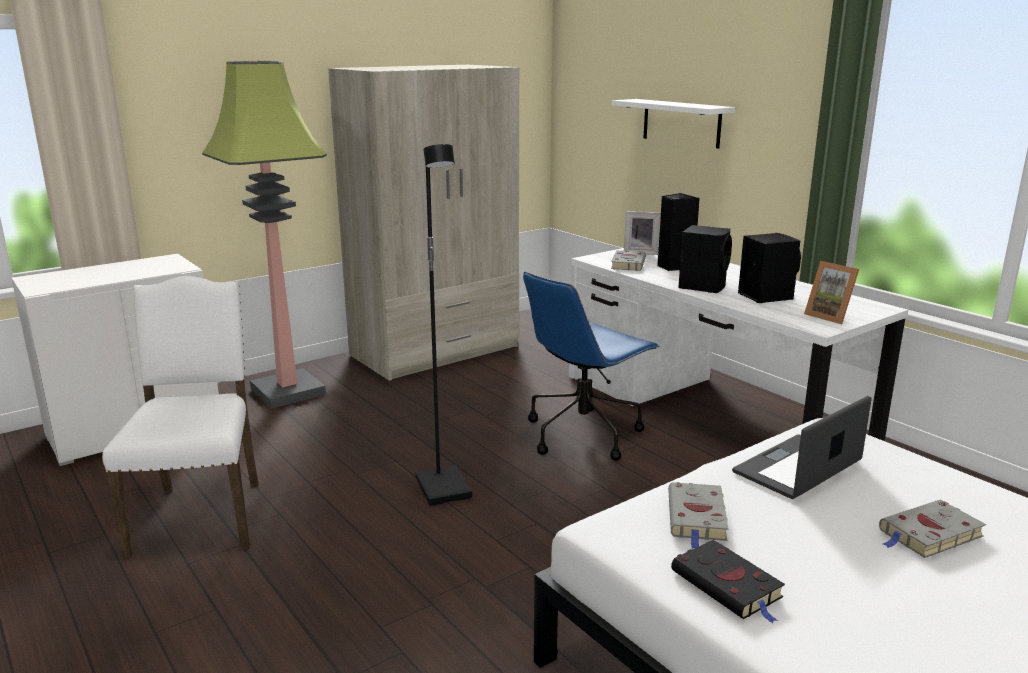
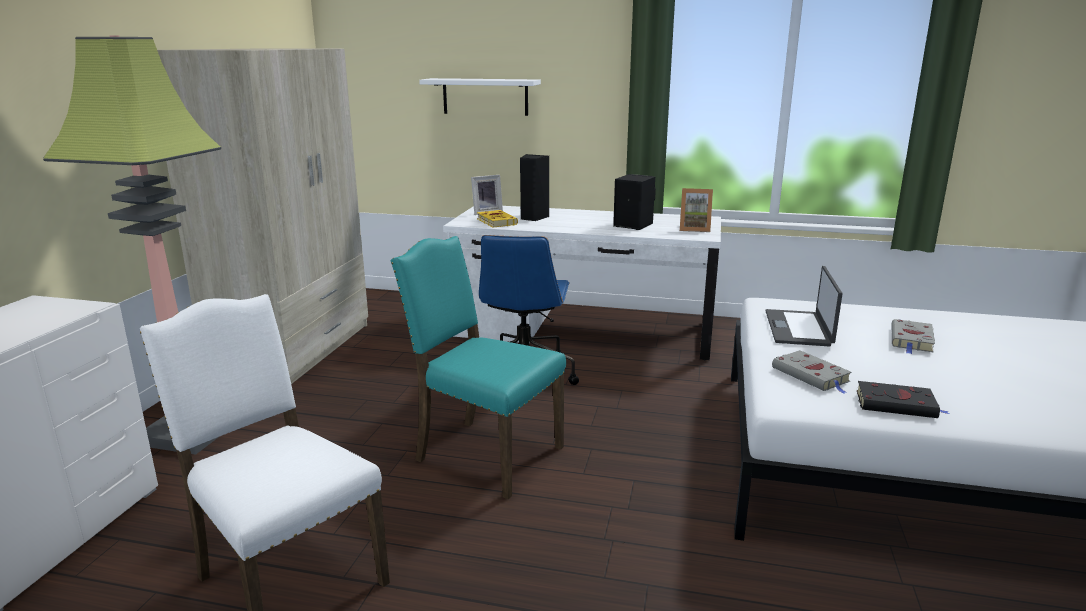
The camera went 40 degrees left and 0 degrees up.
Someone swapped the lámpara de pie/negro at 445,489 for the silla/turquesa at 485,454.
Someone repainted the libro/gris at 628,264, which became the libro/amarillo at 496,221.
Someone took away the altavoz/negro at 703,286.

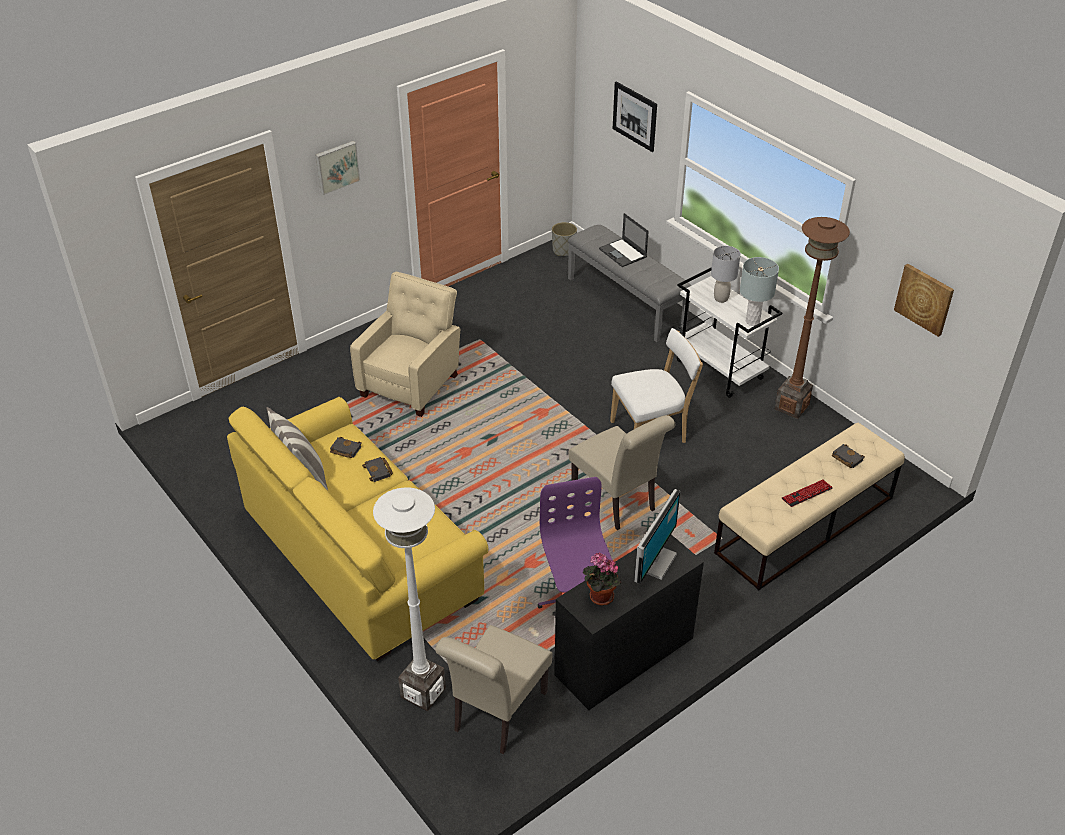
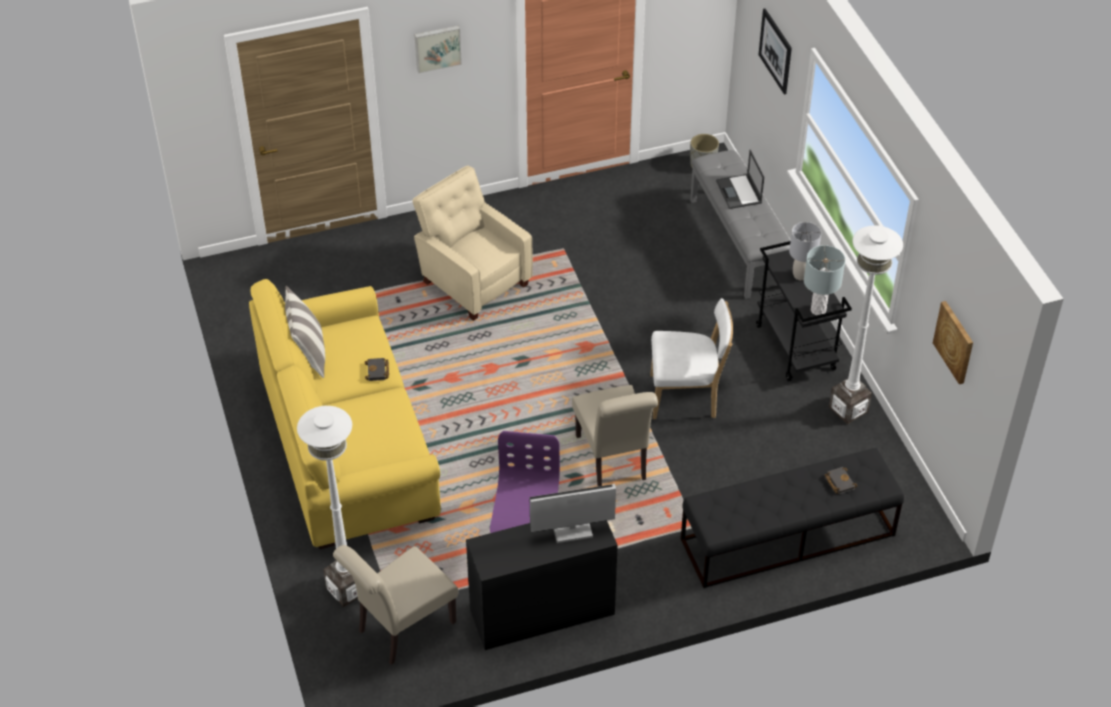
The camera went 20 degrees right and 5 degrees up.
Someone rotated the sillón/beis at 412,383 by 90 degrees counterclockwise.
Someone rotated the monitor at 654,561 by 150 degrees counterclockwise.
Someone repainted the banco/beis at 804,525, which became the banco/negro at 787,537.
Someone repainted the carrito/blanco at 720,370, which became the carrito/negro at 796,348.
Someone repainted the lámpara de pie/marrón at 791,407, which became the lámpara de pie/blanco at 848,409.
Someone took away the libro/negro at 344,450.
Someone took away the planta en maceta at 599,597.
Someone took away the teclado at 807,494.

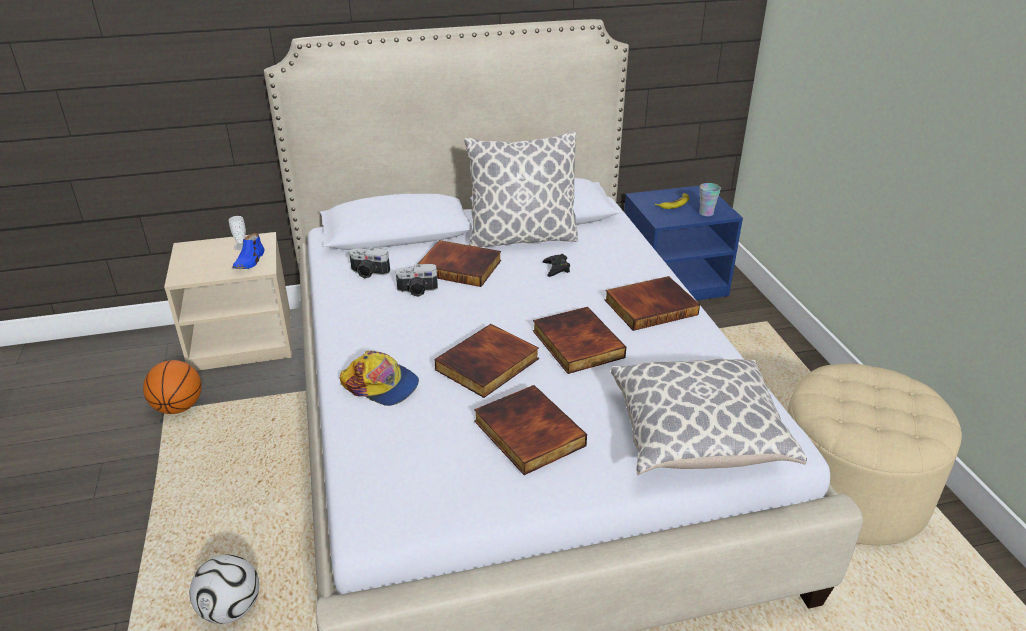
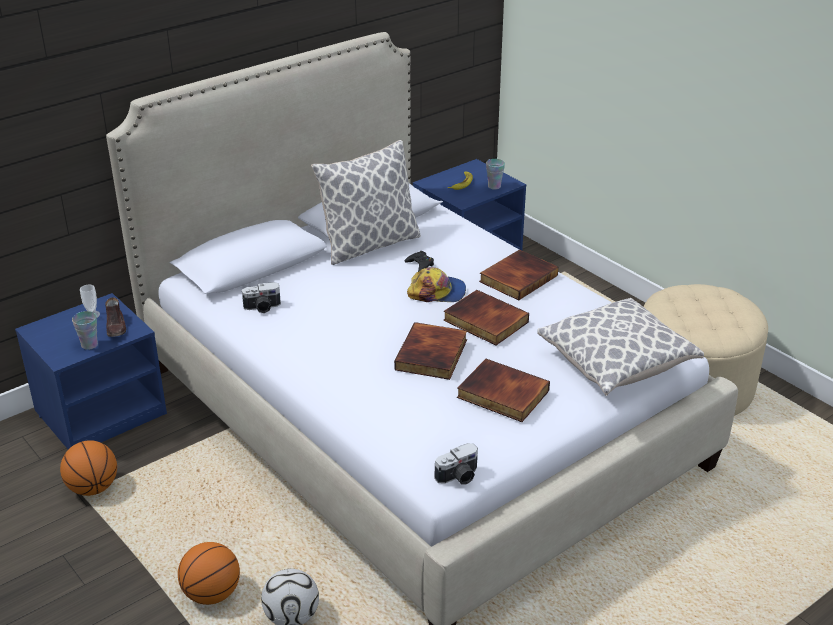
The camera went 25 degrees left and 0 degrees up.
Someone repainted the mesita de noche/beis at 243,340, which became the mesita de noche/azul at 101,412.
Someone put down the taza at 89,345.
Someone repainted the zapato/azul at 250,261, which became the zapato/marrón at 116,326.
Someone put down the balón de baloncesto at 211,594.
Someone carried the gorra from 381,385 to 437,292.
Someone carried the cámara from 417,291 to 459,477.
Someone took away the libro at 461,267.

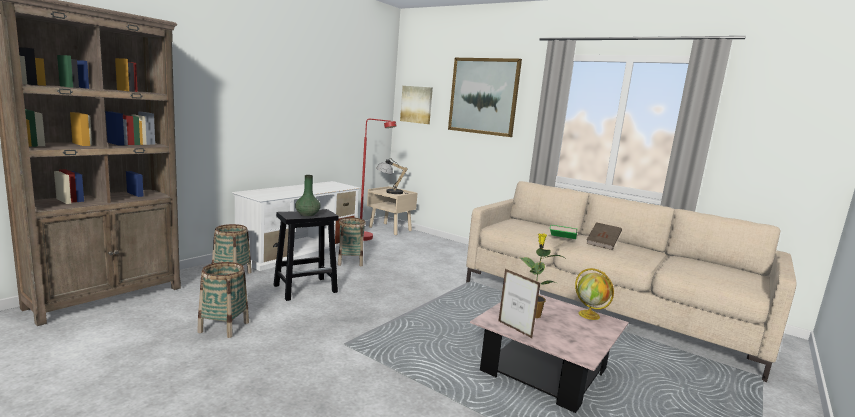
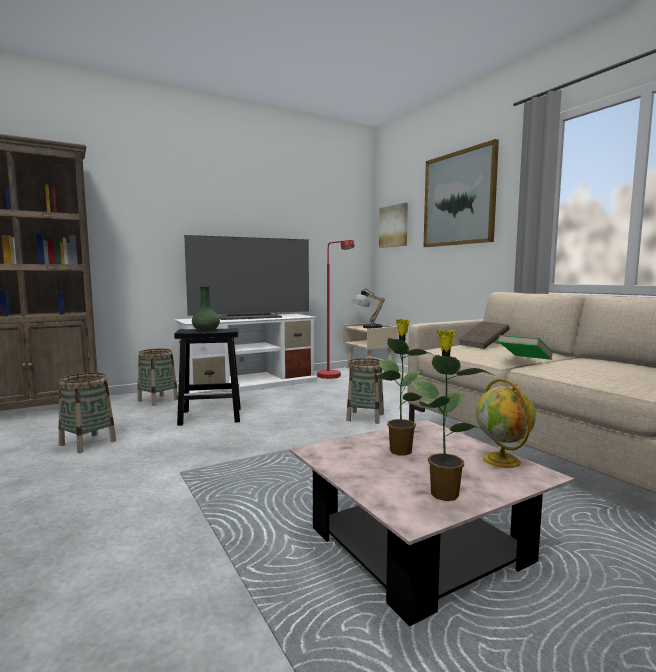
The camera went 25 degrees right and 5 degrees down.
Someone put down the televisor at 249,317.
Someone carried the cesta from 350,262 to 365,417.
Someone put down the planta en maceta at 443,493.
Someone carried the libro/marrón from 602,244 to 483,345.
Someone took away the portarretratos at 514,329.

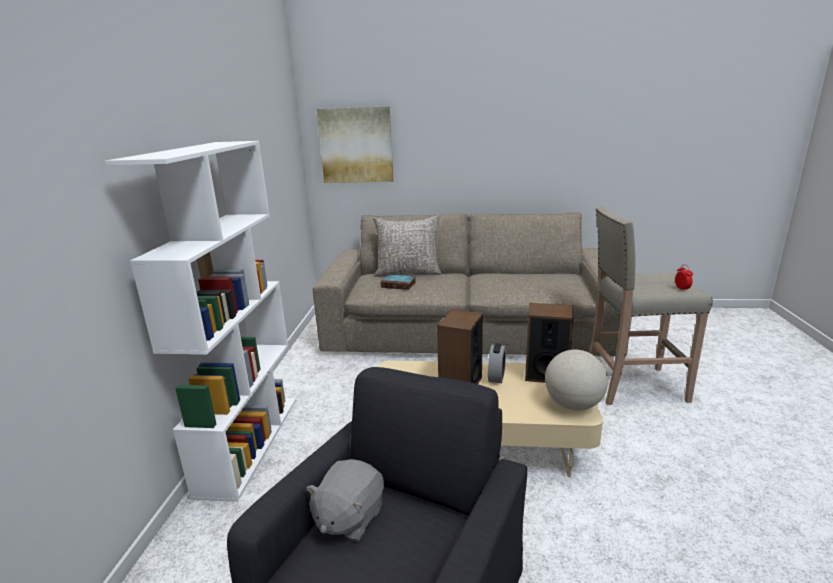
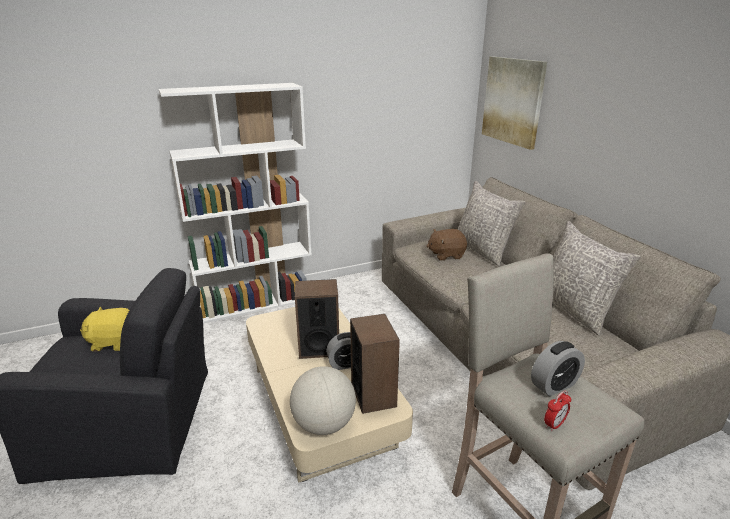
The camera went 60 degrees right and 5 degrees up.
Someone repainted the peluche/gris at 349,518, which became the peluche/amarillo at 113,342.
Someone swapped the libro at 399,284 for the peluche/marrón at 446,255.
Someone put down the despertador at 554,385.
Someone put down the cojín/gris at 574,309.

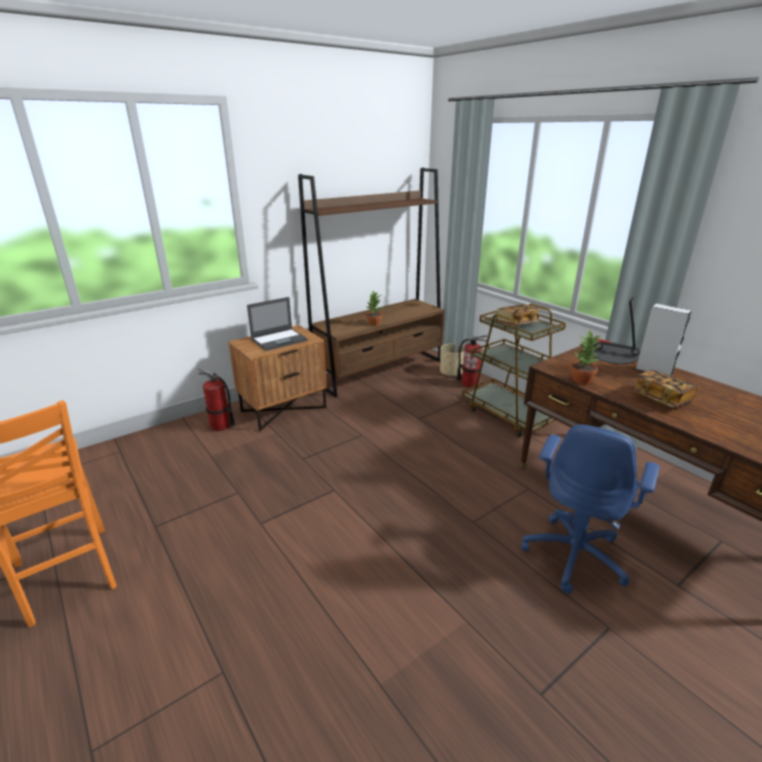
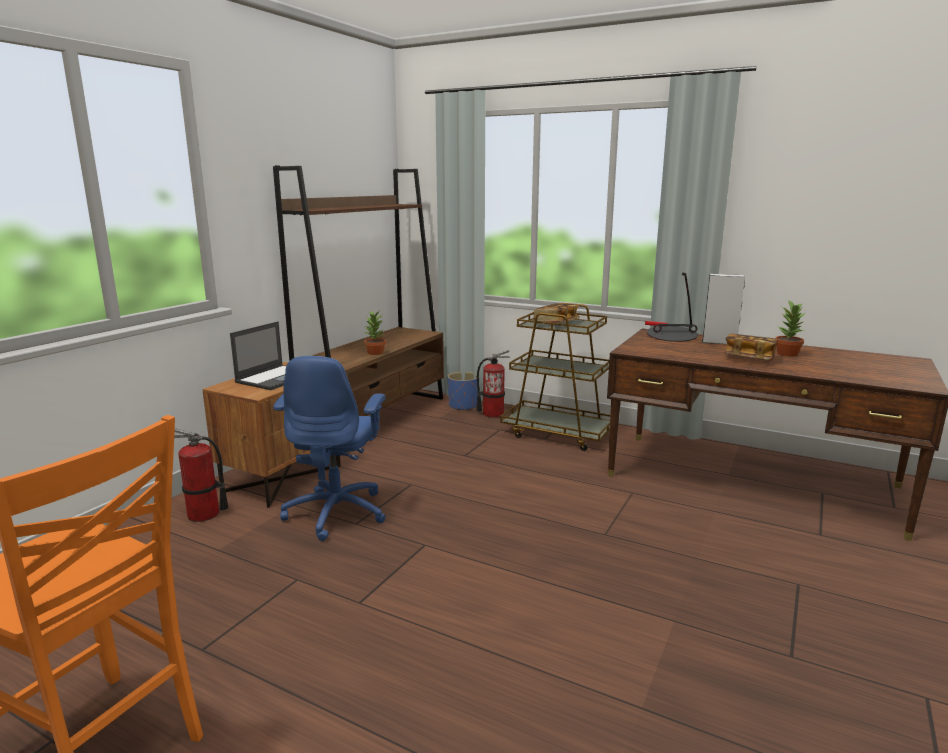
The camera went 25 degrees left and 10 degrees down.
Someone carried the silla de oficina/azul from 575,555 to 337,512.
Someone repainted the maceta/beis at 451,372, which became the maceta/azul at 463,406.
Someone carried the planta en maceta from 582,380 to 787,354.

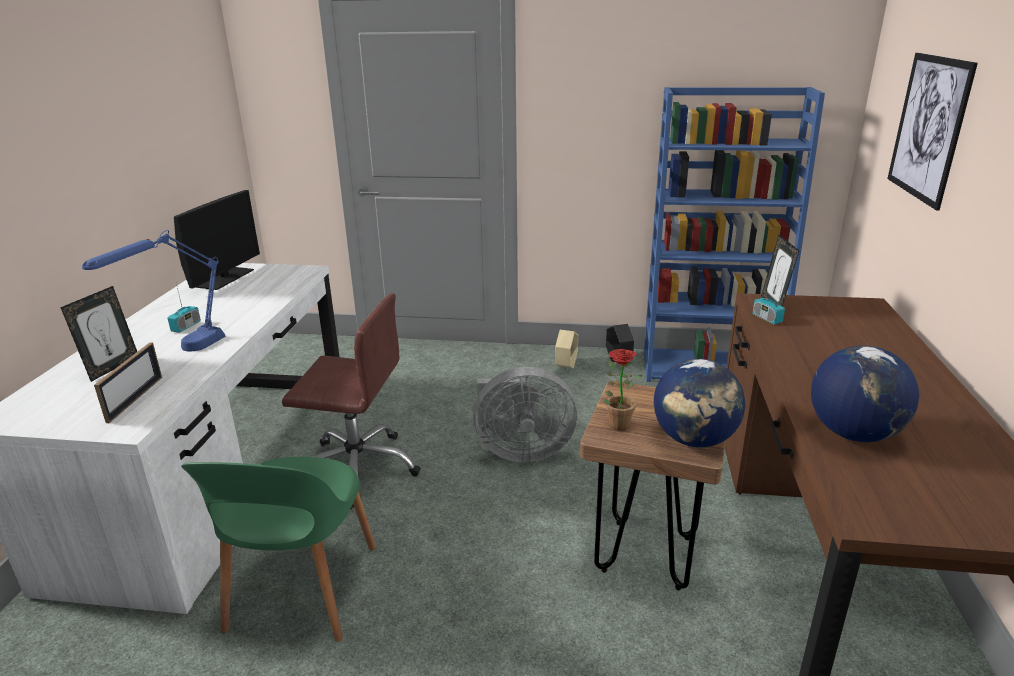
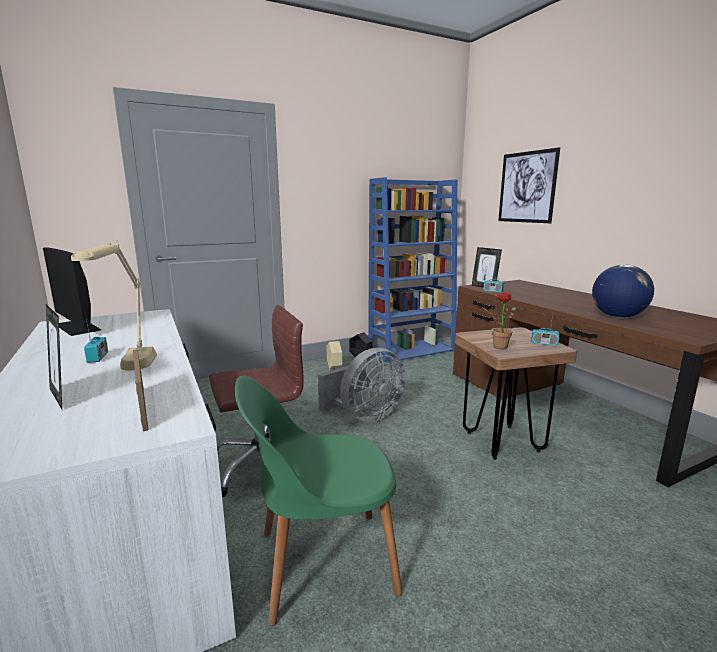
The camera went 35 degrees left and 10 degrees down.
Someone rotated the monitor at 225,278 by 150 degrees clockwise.
Someone rotated the portarretratos at 112,367 by 150 degrees clockwise.
Someone repainted the lámpara de mesa/azul at 180,354, which became the lámpara de mesa/beis at 130,373.
Someone rotated the silla/verde at 301,591 by 105 degrees clockwise.
Someone swapped the globo terráqueo at 694,440 for the radio at 544,344.

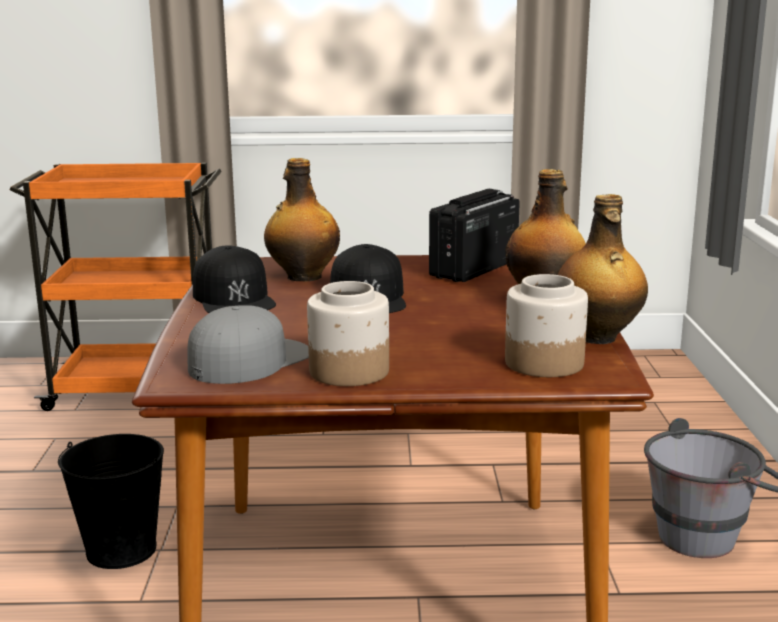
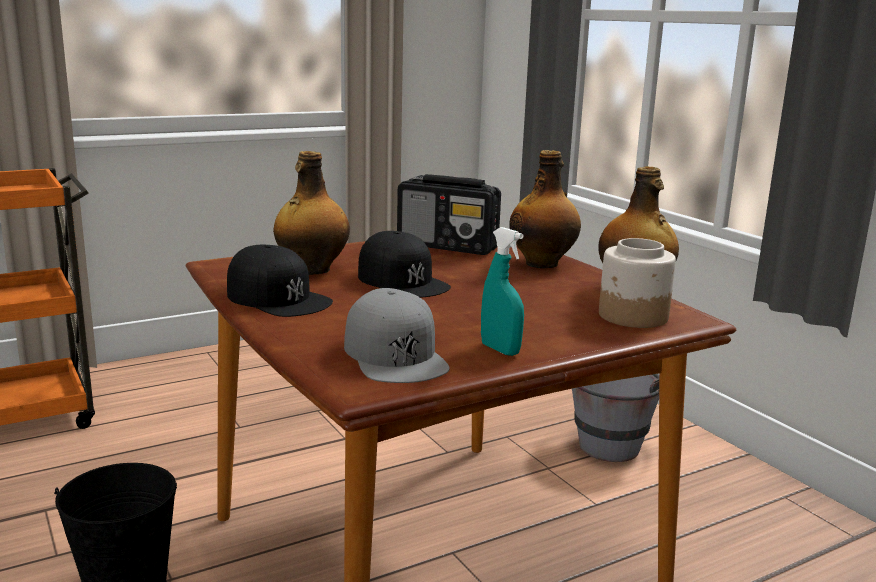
The camera went 30 degrees left and 0 degrees up.
Someone rotated the gorra/gris at 249,360 by 150 degrees clockwise.
Someone rotated the radio at 473,269 by 75 degrees counterclockwise.
Someone swapped the tarro at 348,372 for the pulverizador/turquesa at 500,350.

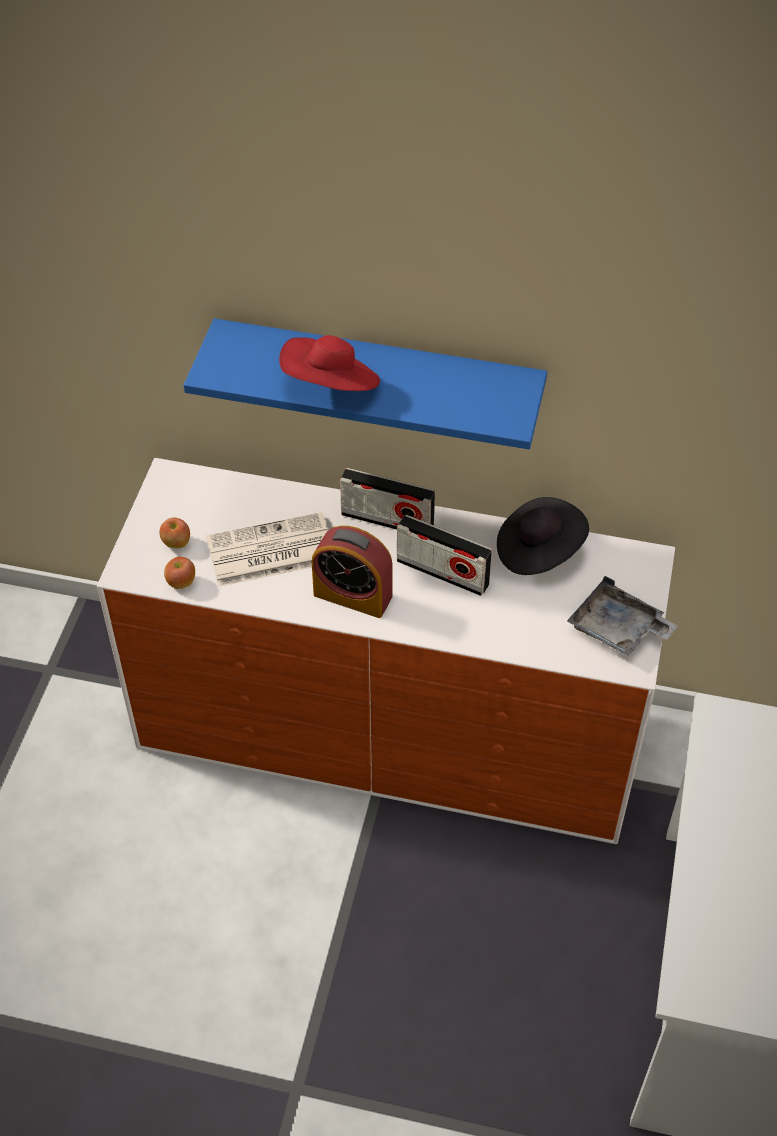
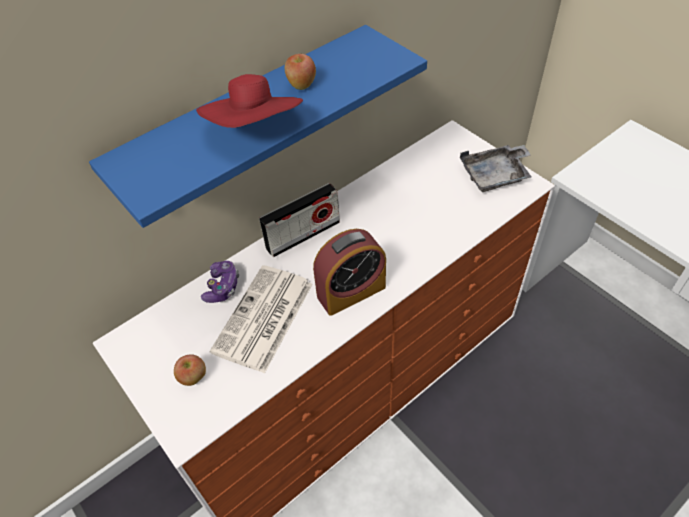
The camera went 50 degrees left and 0 degrees up.
Someone put down the mando de consola at 222,287.
Someone carried the manzana from 181,582 to 301,85.
Someone took away the radio at 442,572.
Someone took away the sombrero/negro at 538,550.

